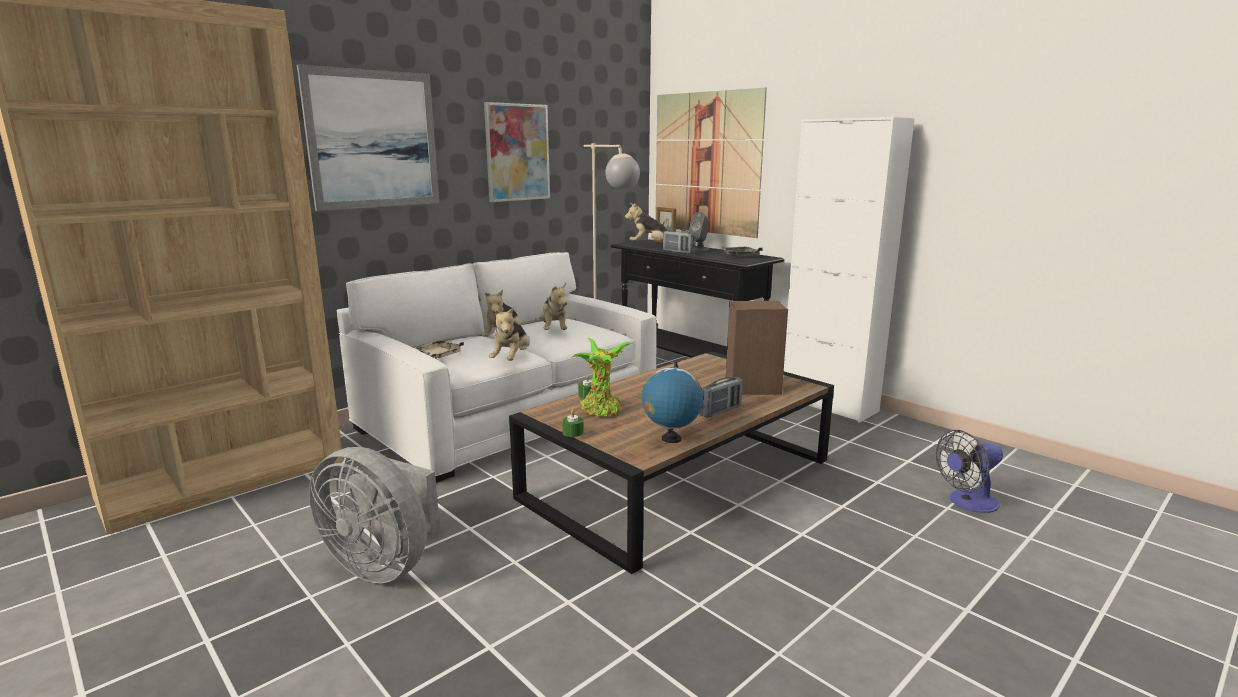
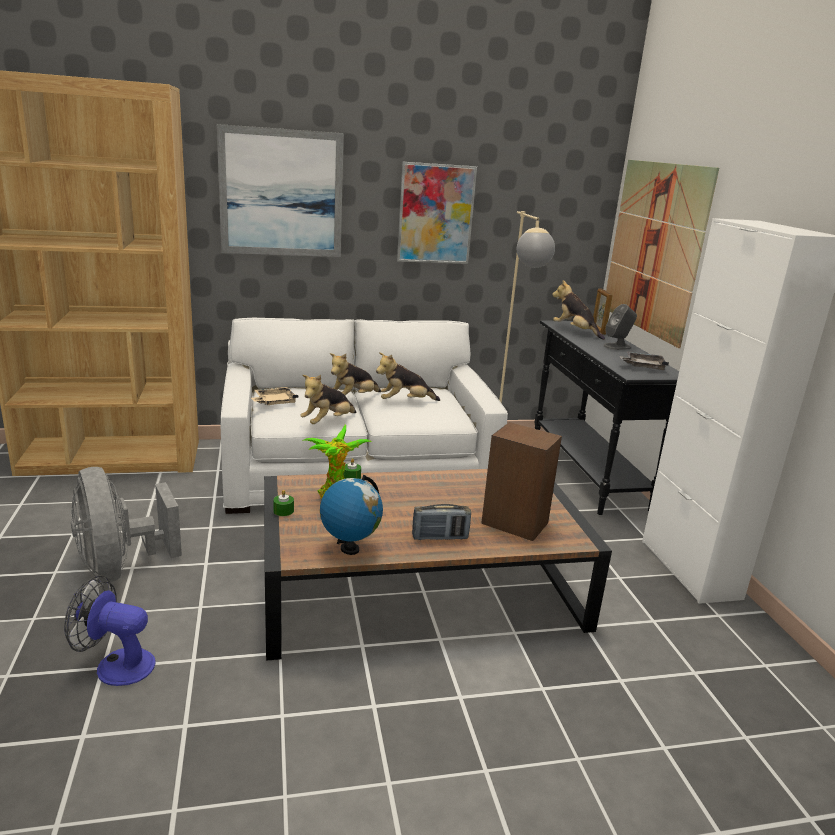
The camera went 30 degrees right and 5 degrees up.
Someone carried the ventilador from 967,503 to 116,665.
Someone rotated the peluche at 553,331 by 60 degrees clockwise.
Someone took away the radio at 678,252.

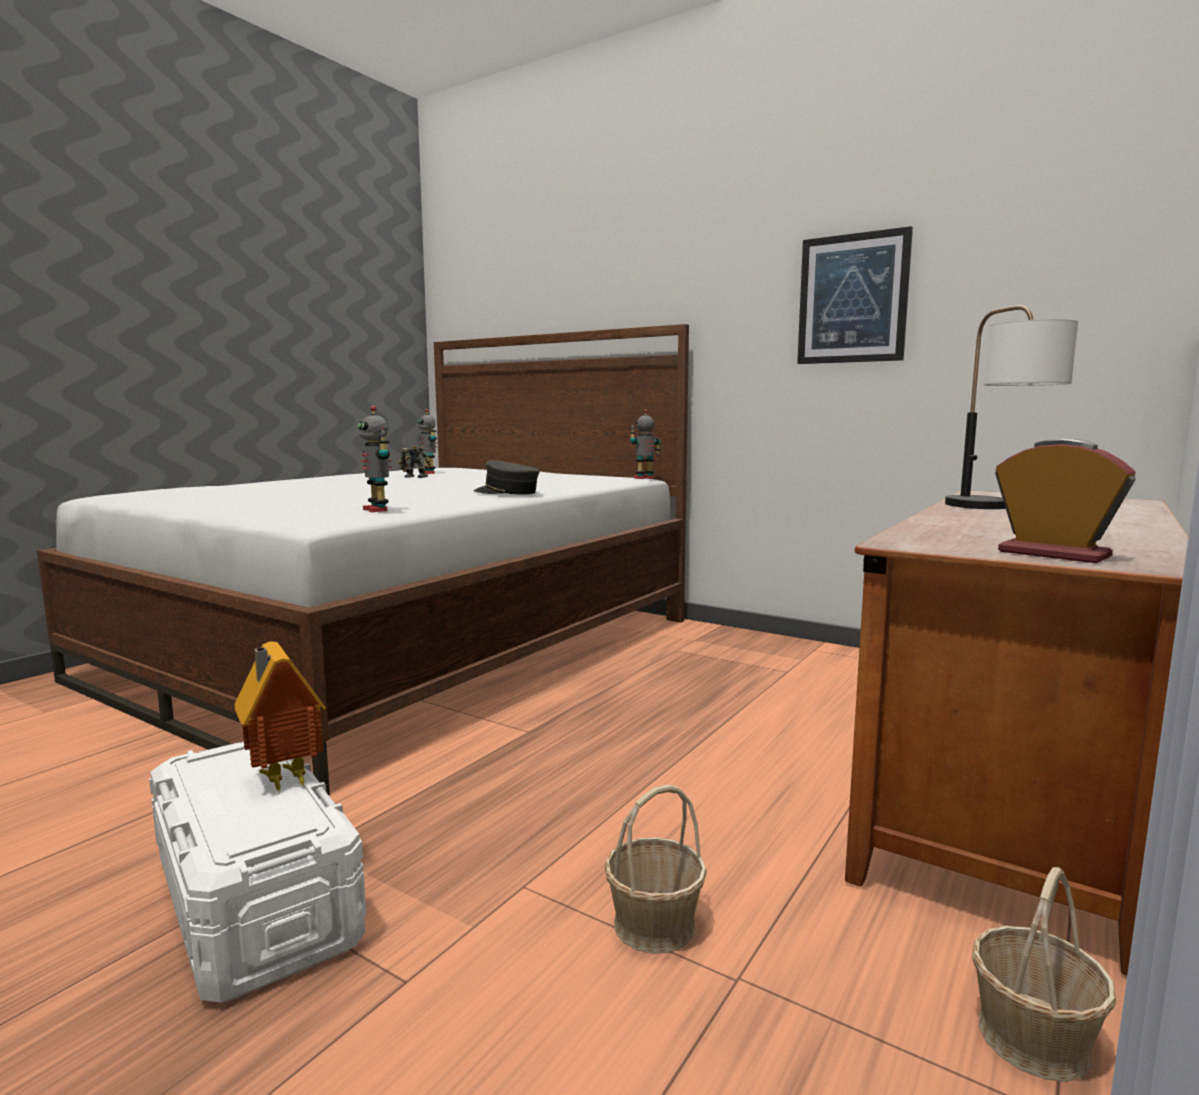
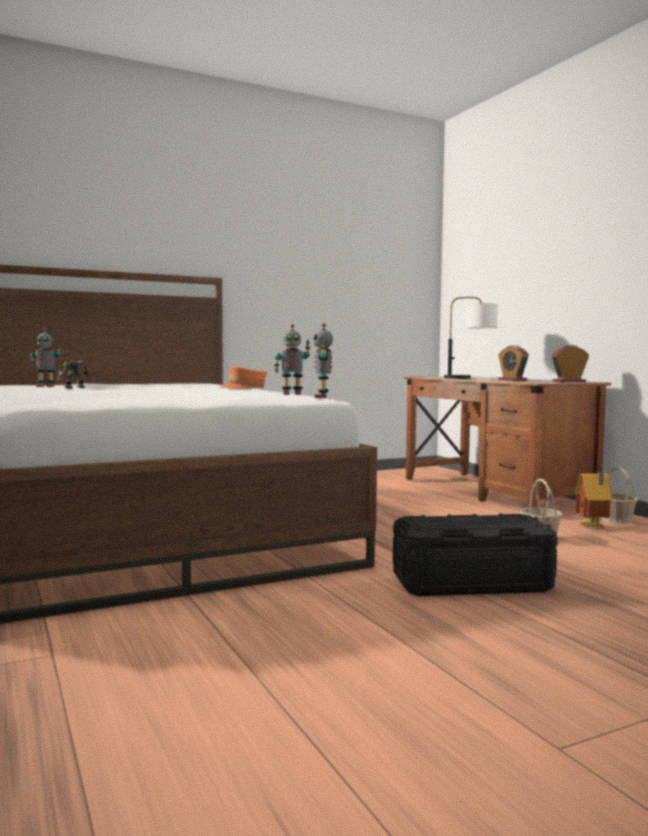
The camera went 60 degrees left and 5 degrees down.
Someone repainted the gorra/gris at 506,492, which became the gorra/naranja at 243,388.
Someone carried the robot de juguete from 644,478 to 322,397.
Someone repainted the caja de almacenaje/blanco at 255,898, which became the caja de almacenaje/negro at 470,583.
Someone put down the despertador at 512,380.
Someone carried the casita from 281,780 to 592,527.
Someone took away the cuadro at 853,299.

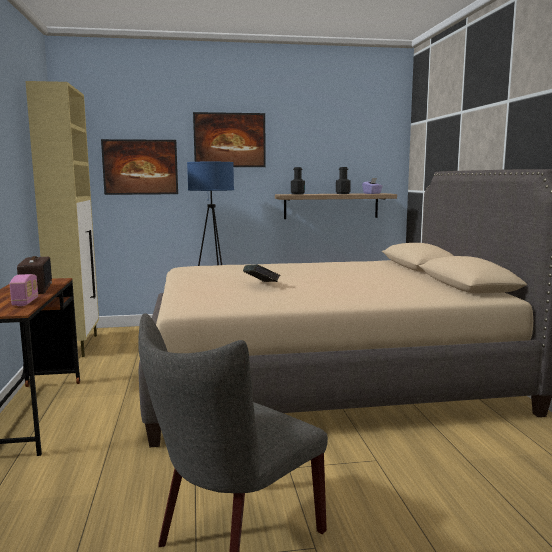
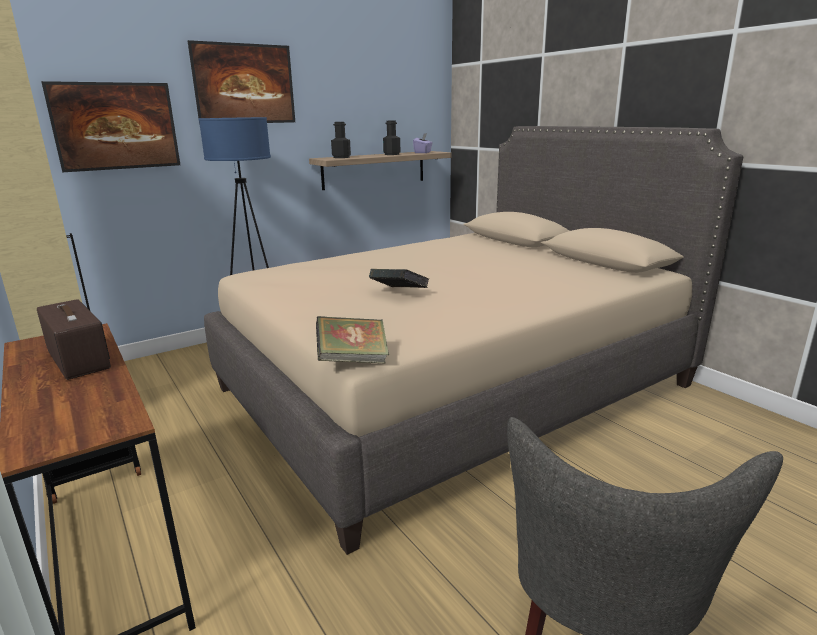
The camera went 25 degrees left and 10 degrees up.
Someone put down the libro at 353,360.
Someone took away the radio at 25,302.

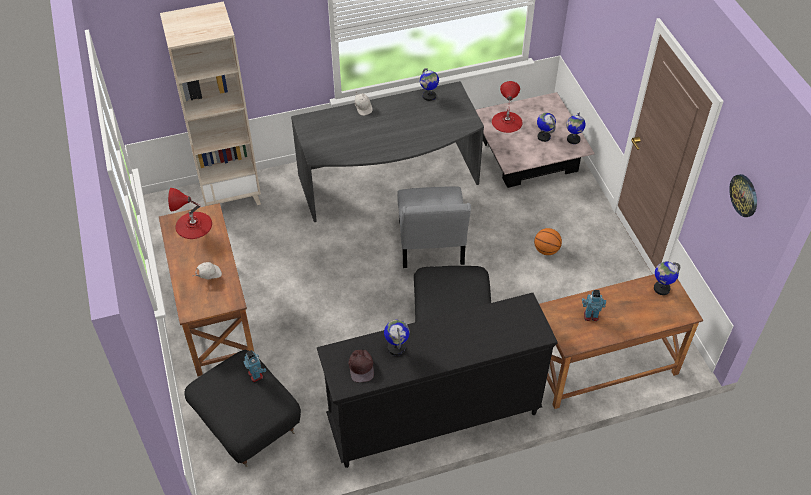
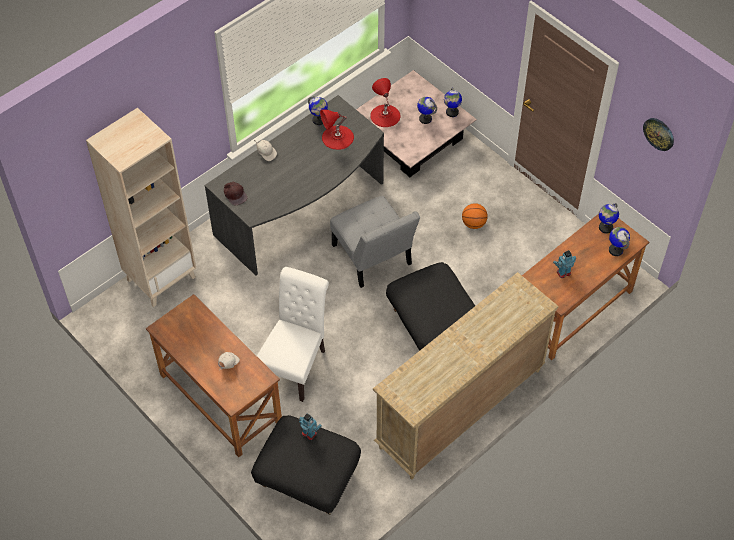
The camera went 25 degrees left and 5 degrees up.
Someone carried the gorra/marrón from 361,367 to 235,194.
Someone put down the silla/blanco at 296,365.
Someone carried the lámpara de mesa/rojo from 193,225 to 337,137.
Someone repainted the cómoda/negro at 433,418, which became the cómoda/beis at 459,409.
Someone carried the globo terráqueo from 396,348 to 615,250.

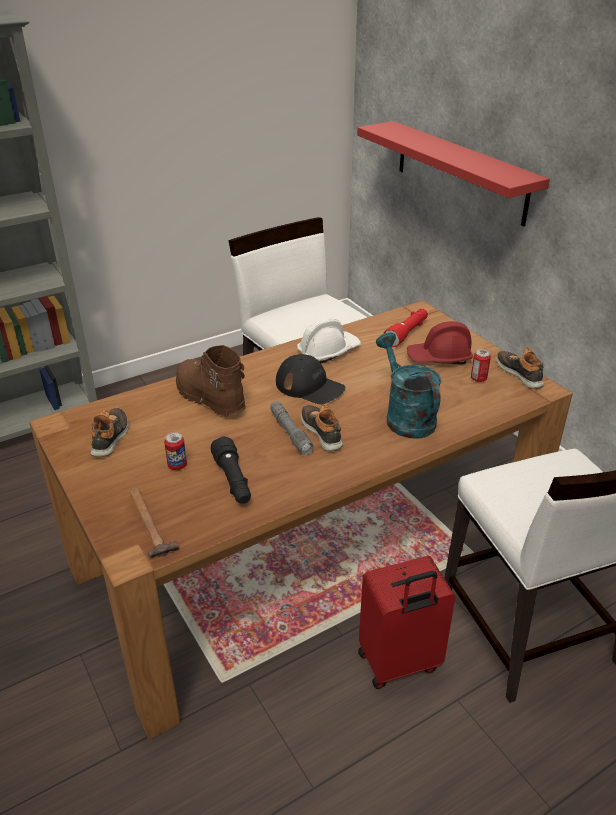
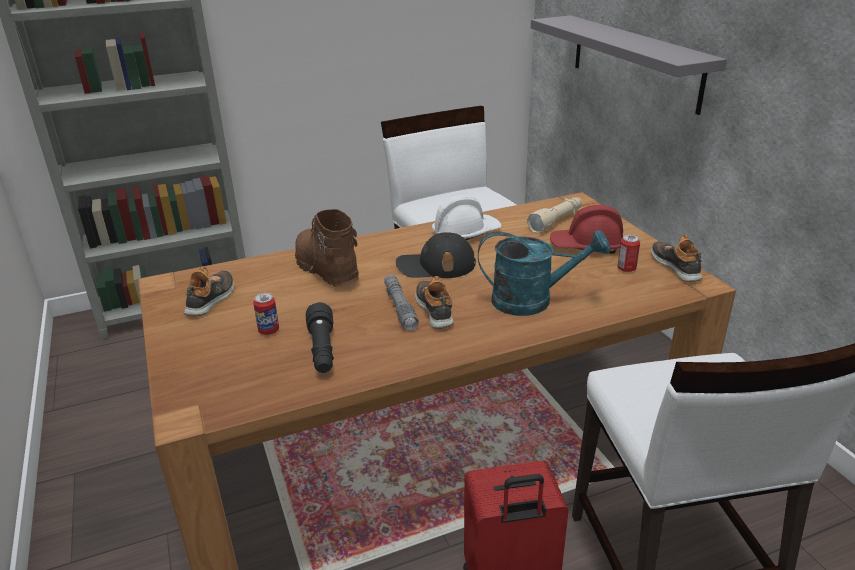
The camera went 10 degrees right and 5 degrees down.
Someone rotated the gorra/negro at 310,386 by 135 degrees clockwise.
Someone rotated the regadera/turquesa at 405,416 by 105 degrees clockwise.
Someone repainted the linterna/rojo at 407,333, which became the linterna/beis at 556,221.
Someone repainted the estante/rojo at 460,171, which became the estante/gris at 634,61.
Someone took away the martillo at 149,523.

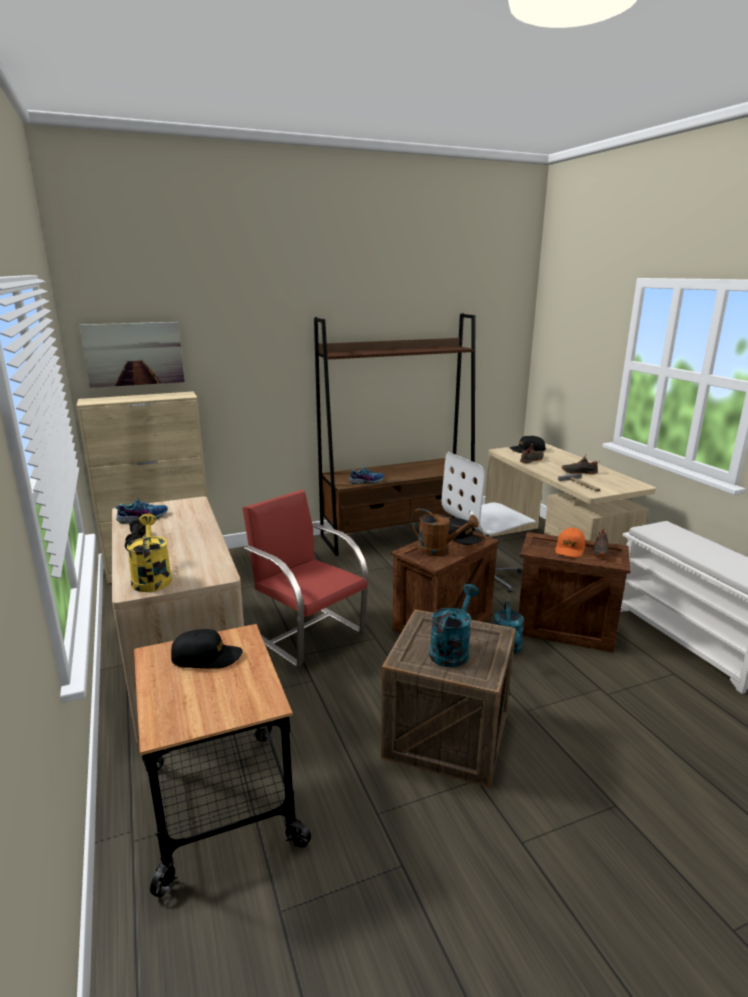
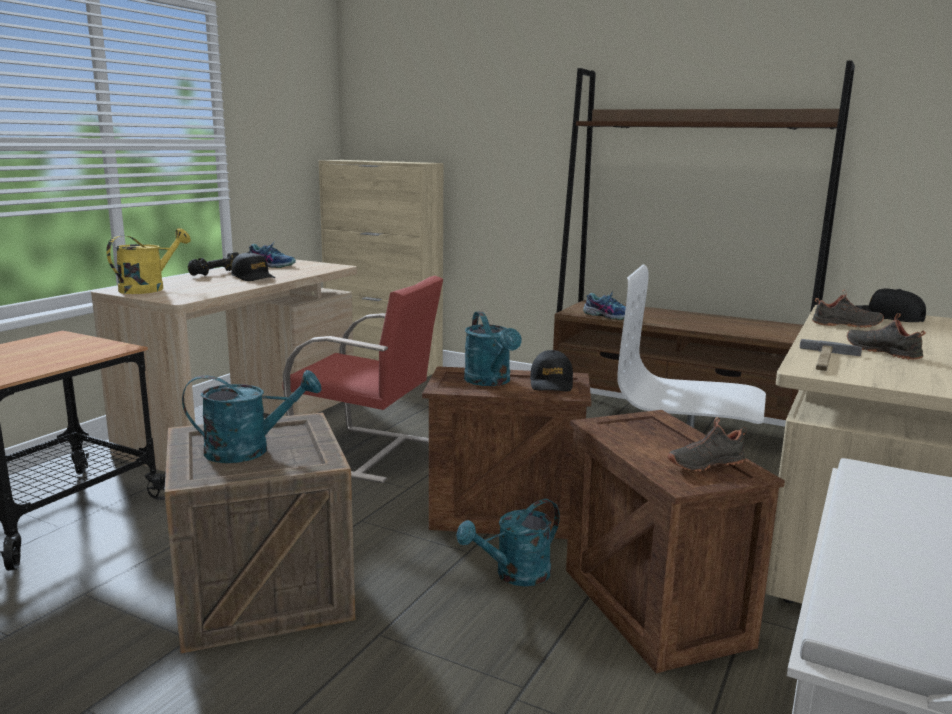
The camera went 50 degrees right and 5 degrees down.
Someone carried the gorra/negro from 206,657 to 253,277.
Someone rotated the silla/rojo at 308,632 by 105 degrees clockwise.
Someone repainted the regadera/marrón at 439,549, which became the regadera/turquesa at 491,382.
Someone took away the cuadro at 134,354.
Someone took away the gorra/naranja at 570,549.

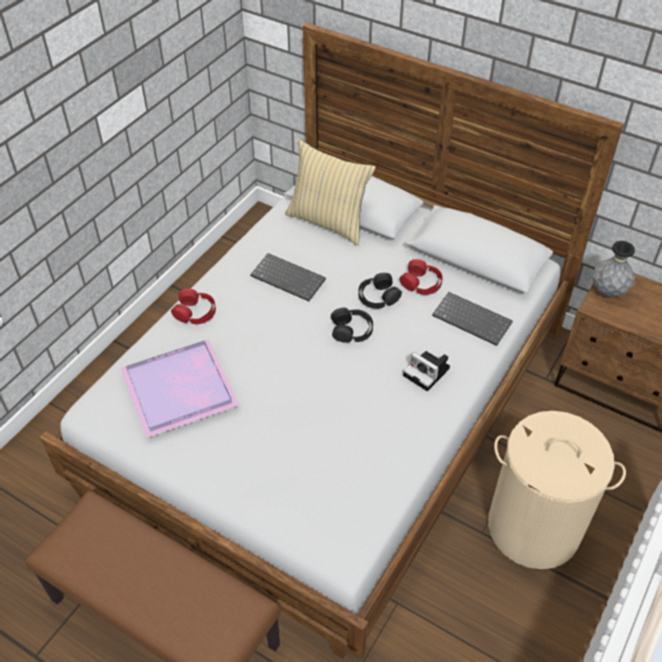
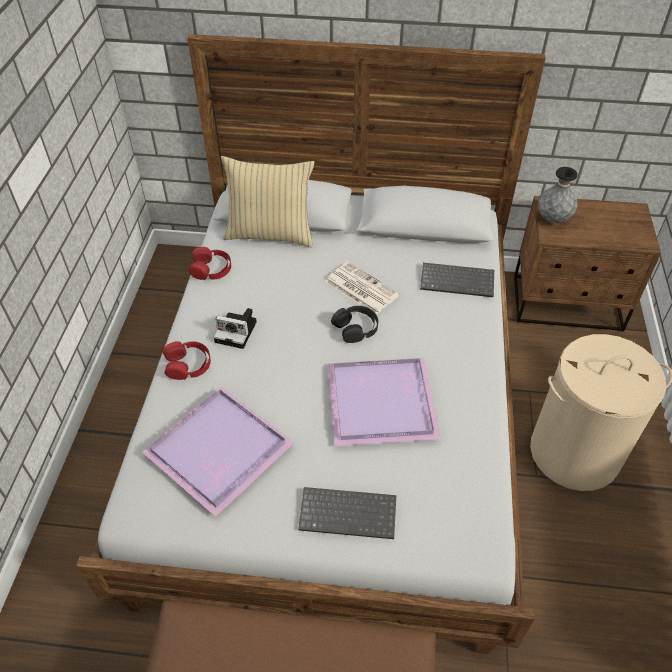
The camera went 25 degrees left and 0 degrees up.
Someone carried the auriculares/rojo from 421,283 to 211,269.
Someone carried the cámara from 428,372 to 237,331.
Someone carried the teclado from 289,278 to 349,512.
Someone swapped the auriculares/negro at 378,296 for the periódico at 360,288.
Someone put down the bandeja/morado at 383,404.

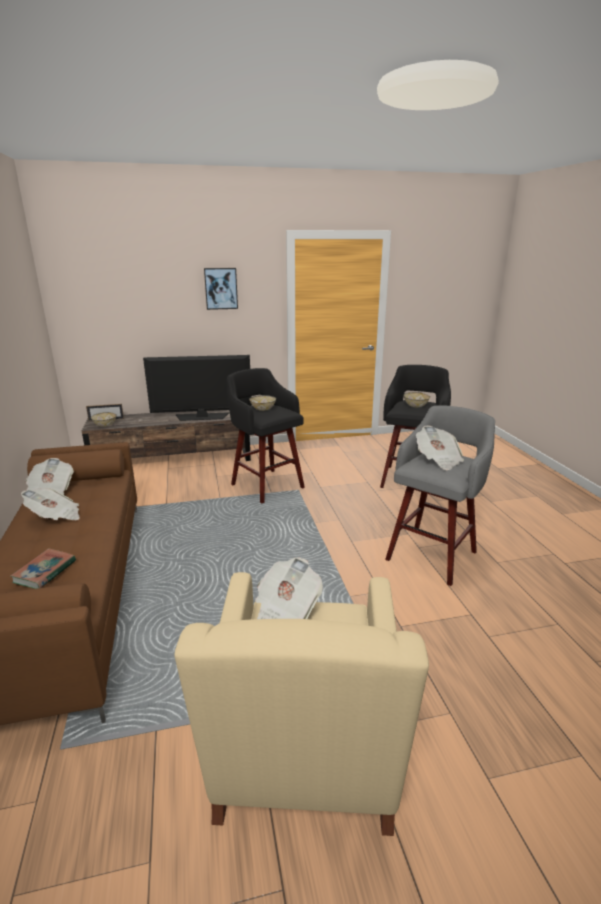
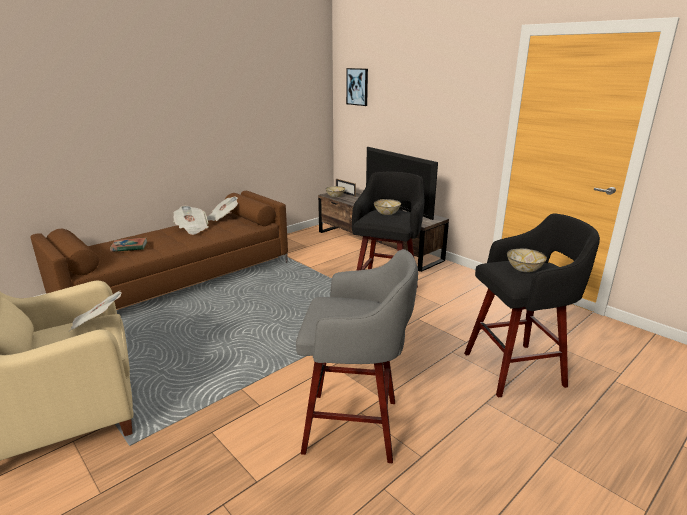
The camera went 60 degrees right and 0 degrees up.
Someone carried the cuadro from 221,288 to 357,86.
Someone took away the periódico at 438,460.

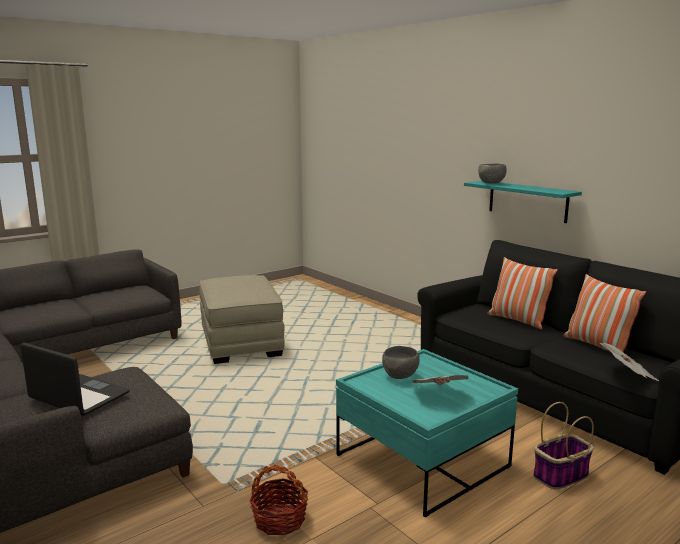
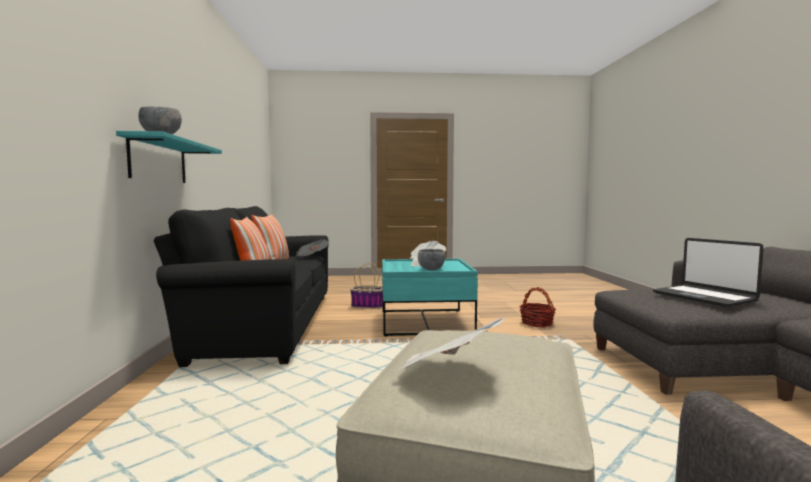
The camera went 145 degrees left and 10 degrees down.
Someone put down the periódico at 446,374.

